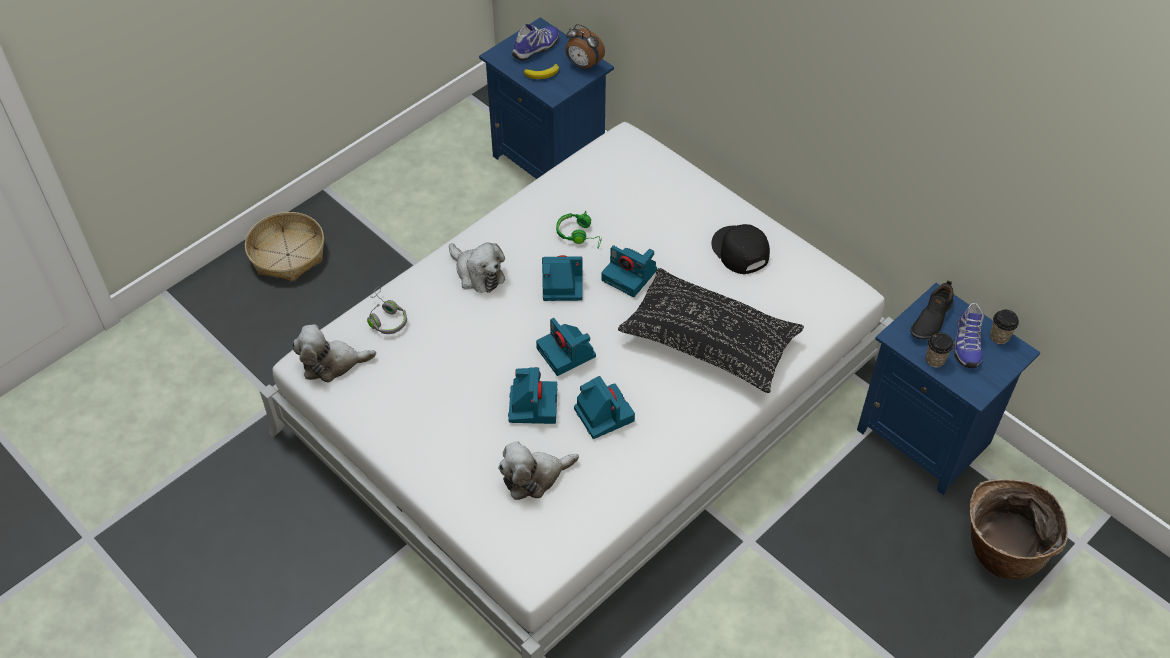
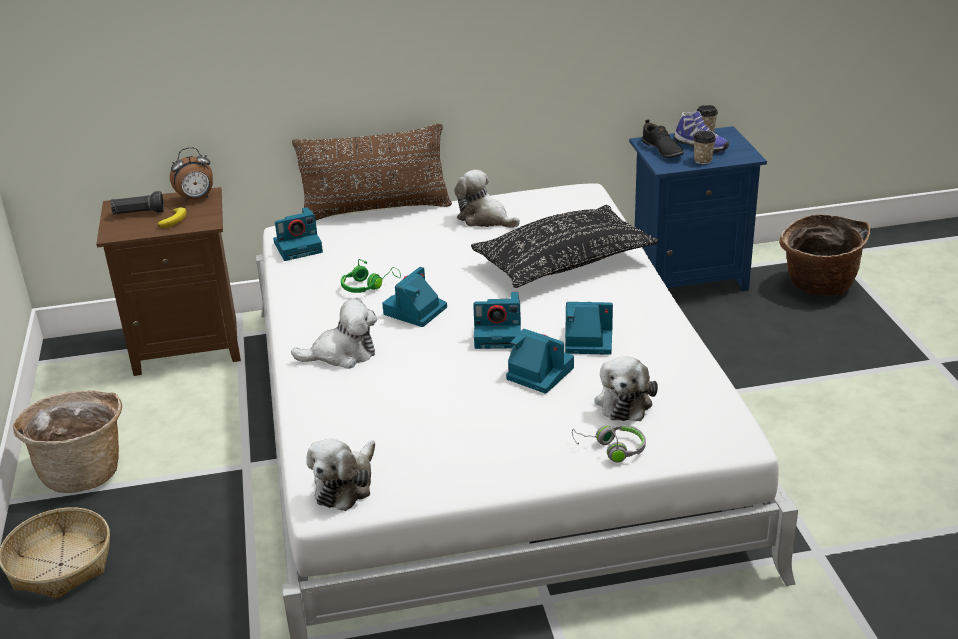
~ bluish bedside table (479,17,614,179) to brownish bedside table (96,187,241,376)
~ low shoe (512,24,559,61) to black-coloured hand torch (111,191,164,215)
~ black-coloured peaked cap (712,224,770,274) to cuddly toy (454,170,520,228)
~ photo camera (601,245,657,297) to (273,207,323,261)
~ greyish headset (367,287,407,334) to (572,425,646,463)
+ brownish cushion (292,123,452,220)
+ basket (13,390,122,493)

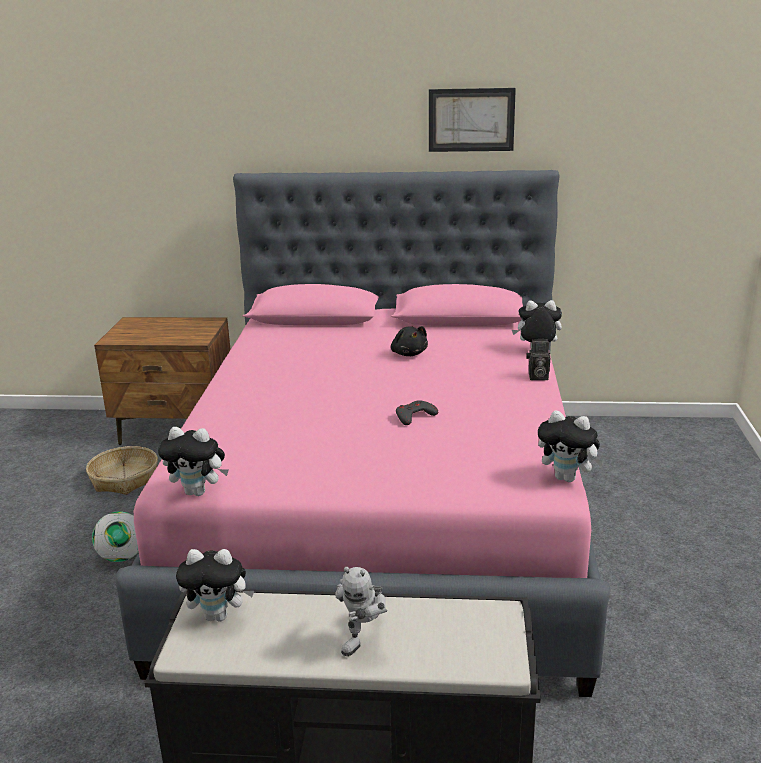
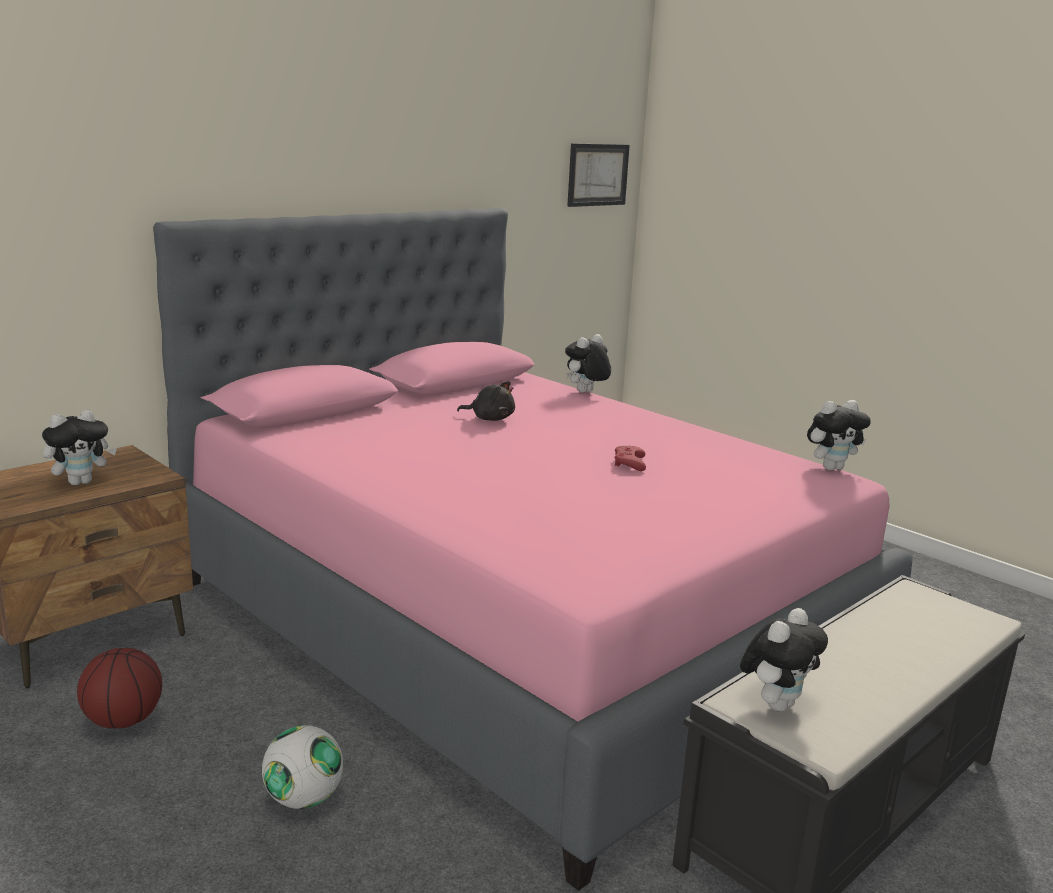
~ wall art (429,88,516,152) to (567,143,630,207)
- photo camera (526,339,550,380)
~ greyish gamepad (396,400,438,425) to red gamepad (615,446,646,471)
~ cuddly toy (158,427,228,496) to (42,410,117,485)
~ basket (86,446,158,495) to basketball (77,648,162,728)
- toy robot (335,567,387,656)

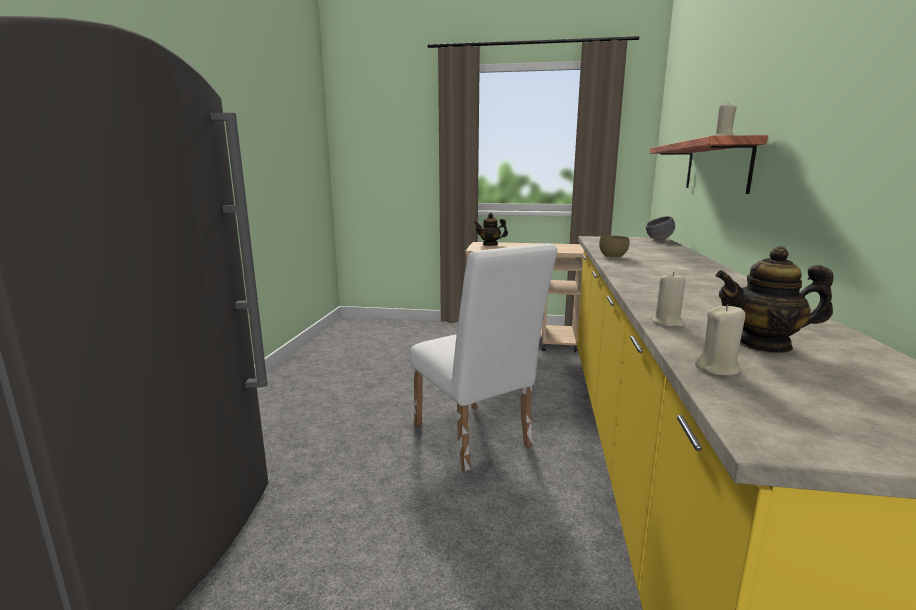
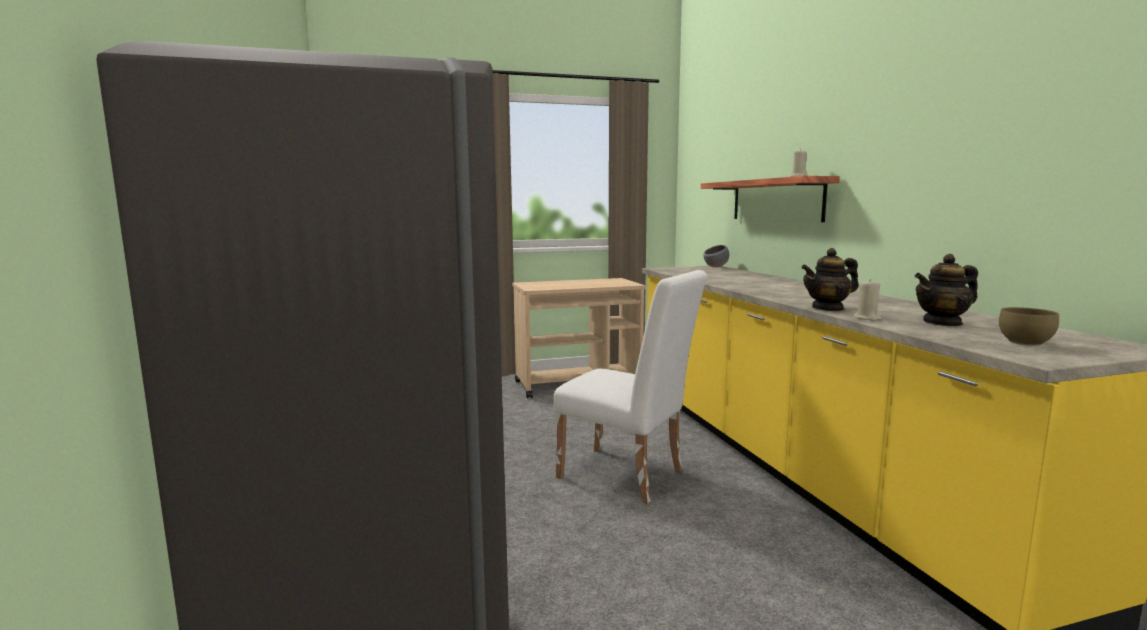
~ pot for tea (474,213,508,246) to (801,248,859,311)
~ brownish serving bowl (599,236,629,258) to (999,307,1059,346)
- beige wax candle (695,304,745,375)

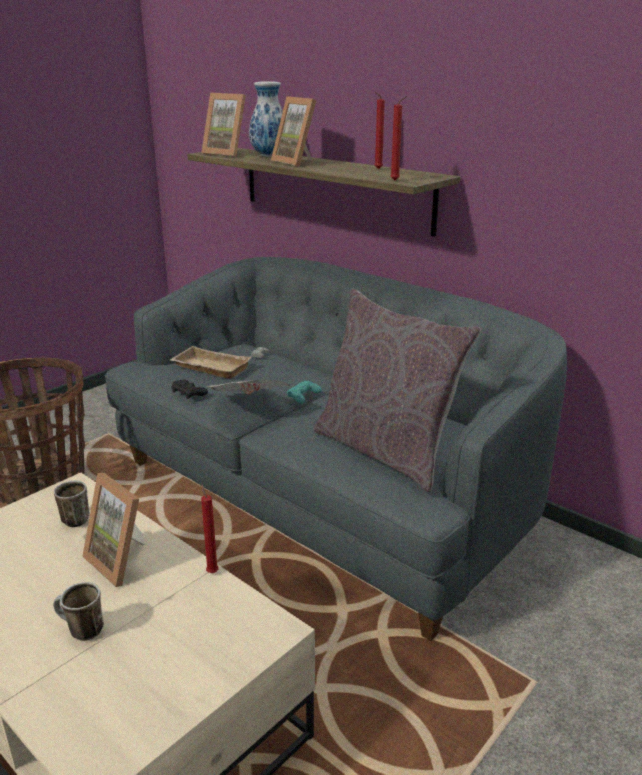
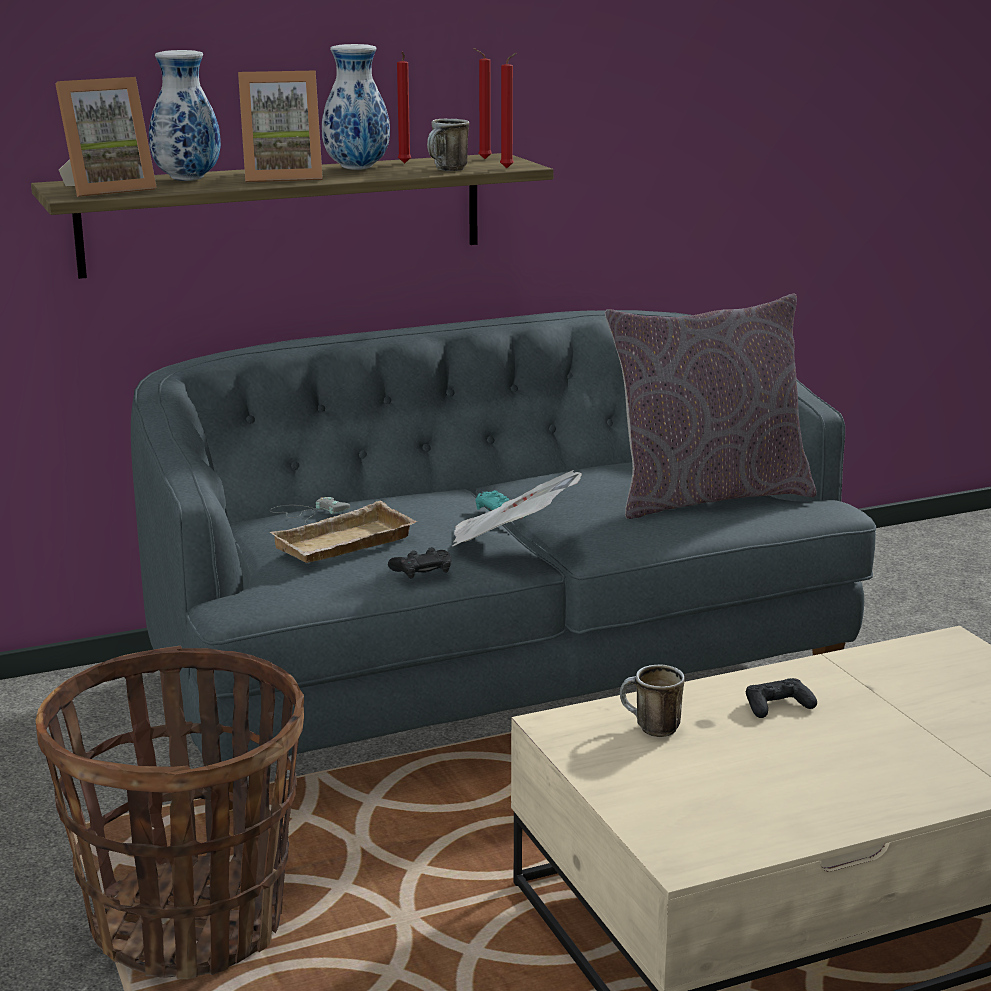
~ picture frame (82,473,145,587) to black-coloured gamepad (746,678,817,718)
~ red wax candle (201,484,219,573) to (473,48,492,159)
~ coffee mug (53,582,104,641) to (427,119,469,171)
+ flower vase (322,44,390,170)

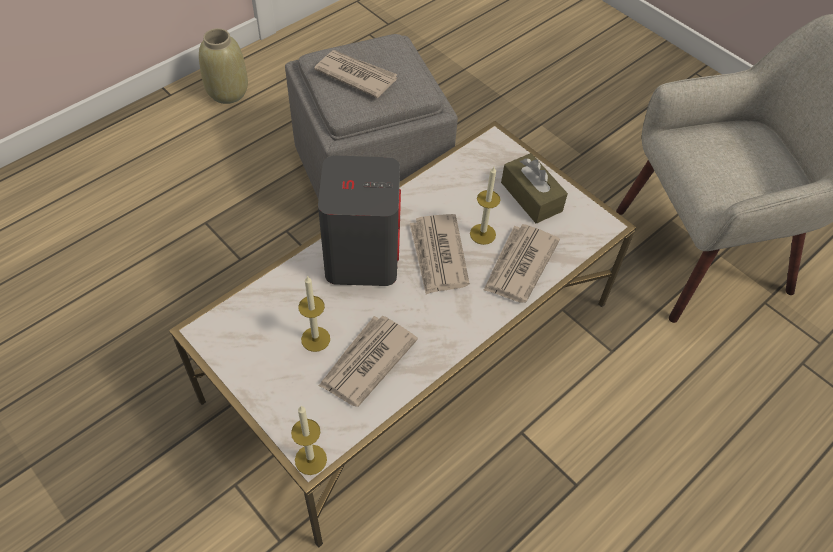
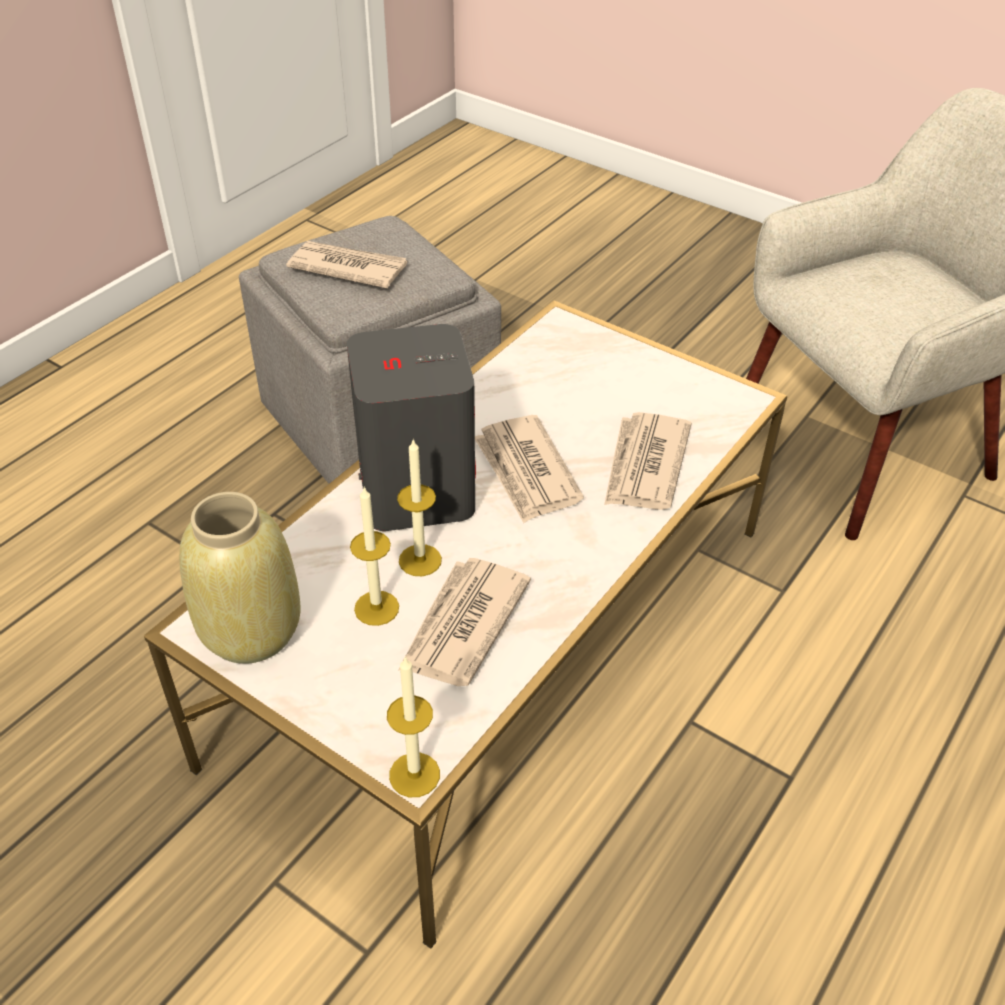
~ beige flower vase (199,28,248,104) to (179,492,301,664)
- brownish box of tissues (501,153,568,224)
~ wax candle (470,167,500,245) to (397,438,442,576)

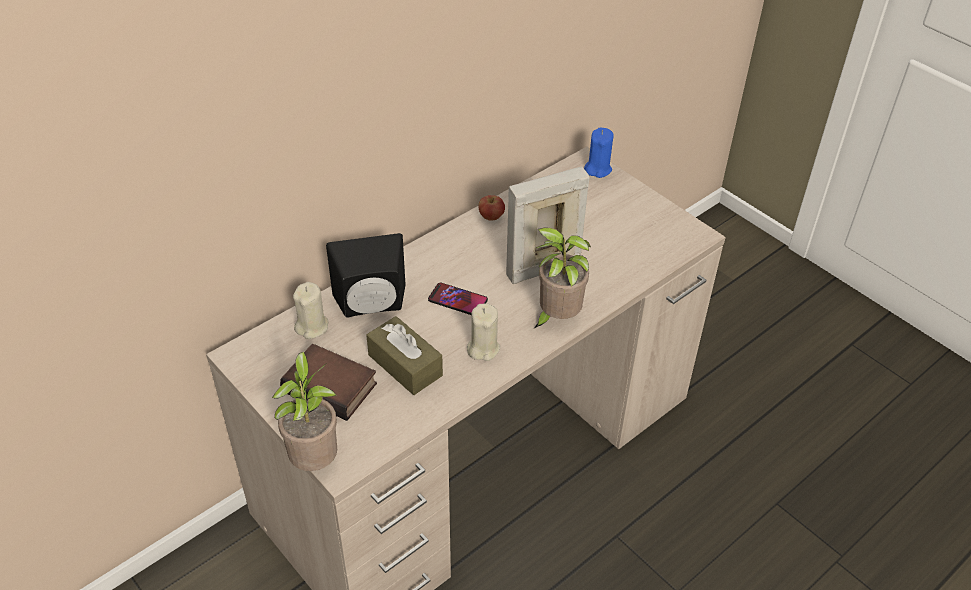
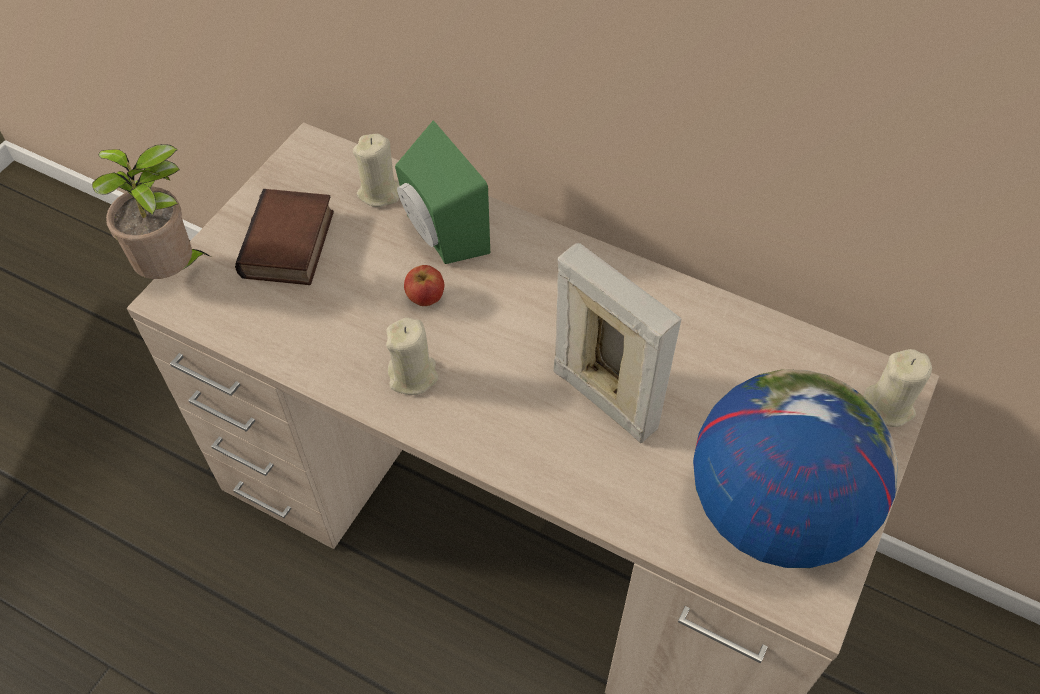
~ bluish wax candle (584,127,614,178) to beige wax candle (863,349,932,427)
~ apple fruit (478,195,505,221) to (404,265,444,306)
- plant in a pot (533,228,591,329)
~ black-coloured audio speaker (326,233,406,318) to green-coloured audio speaker (395,121,490,264)
- telephone (428,283,488,315)
- brownish box of tissues (366,316,443,395)
+ globe (693,370,898,568)

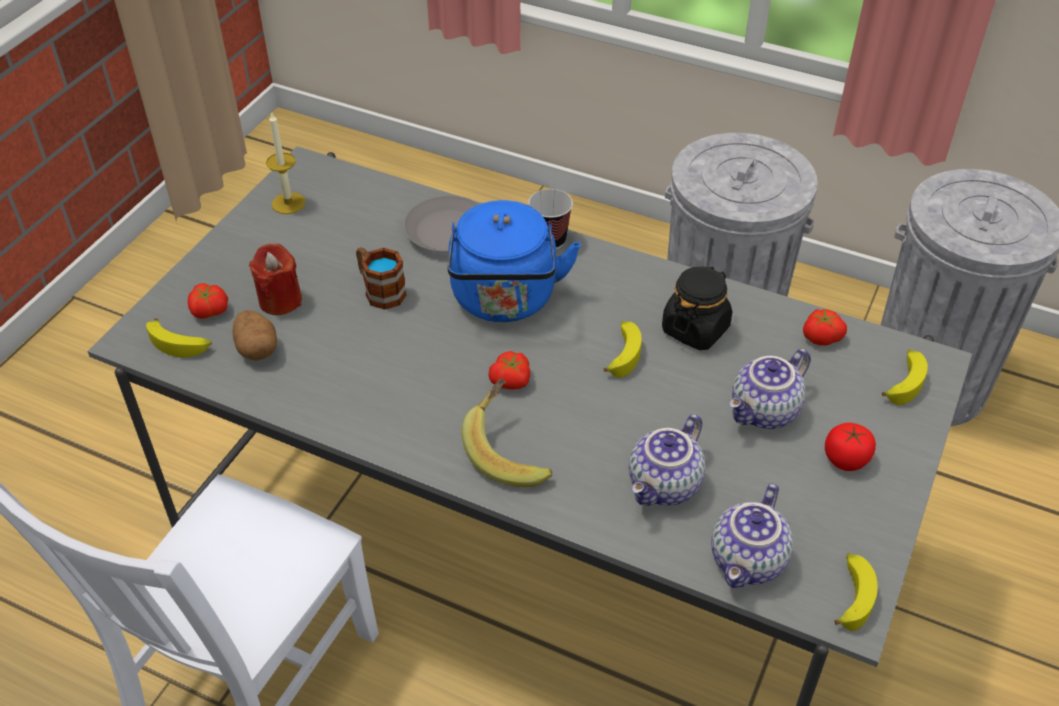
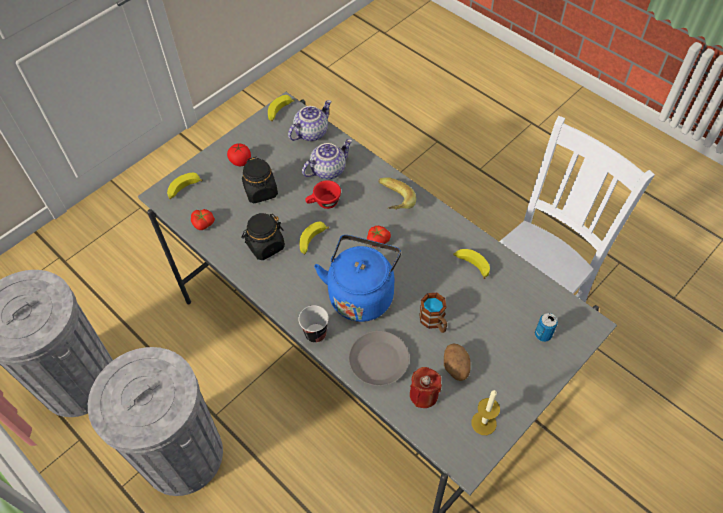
~ red wax candle (249,244,302,315) to (410,367,442,408)
~ tomato (188,283,228,319) to metal can (535,313,558,342)
~ potato (233,310,277,361) to (444,344,471,381)
~ banana fruit (146,318,212,358) to (454,249,490,279)
~ pot for tea (729,349,811,429) to black-coloured jar (242,157,278,203)
+ red small cup (305,180,341,209)

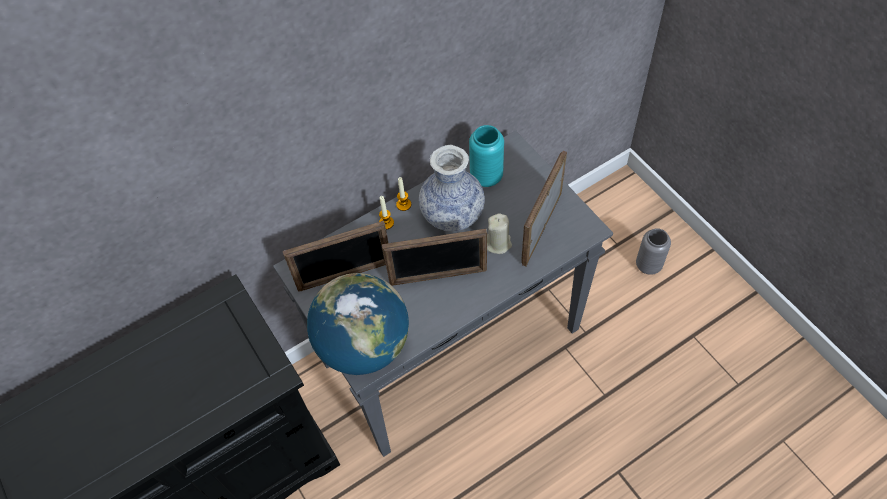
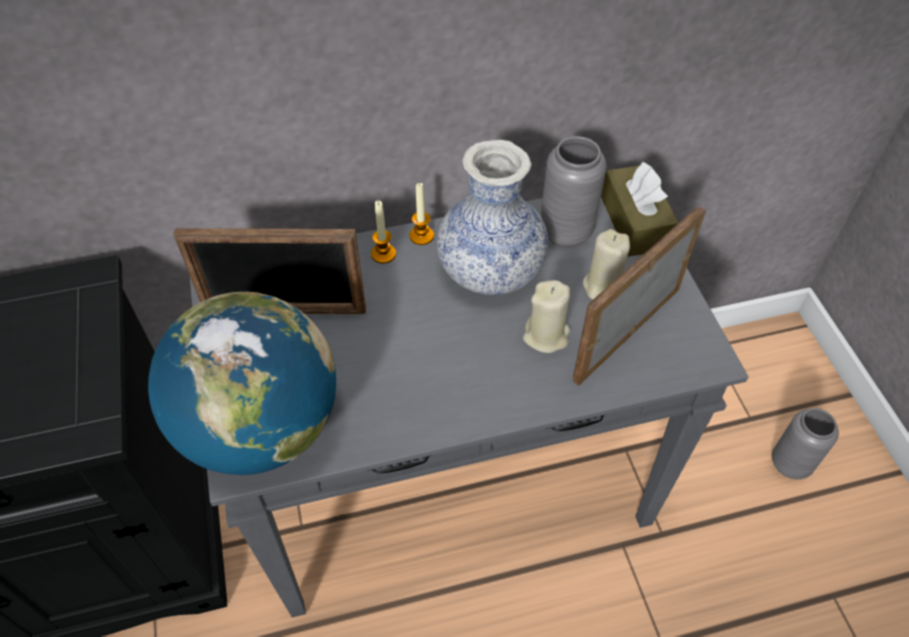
~ turquoise flower vase (469,125,504,187) to greyish flower vase (541,136,607,247)
- picture frame (382,229,487,286)
+ brownish box of tissues (601,161,678,257)
+ beige wax candle (583,229,630,300)

